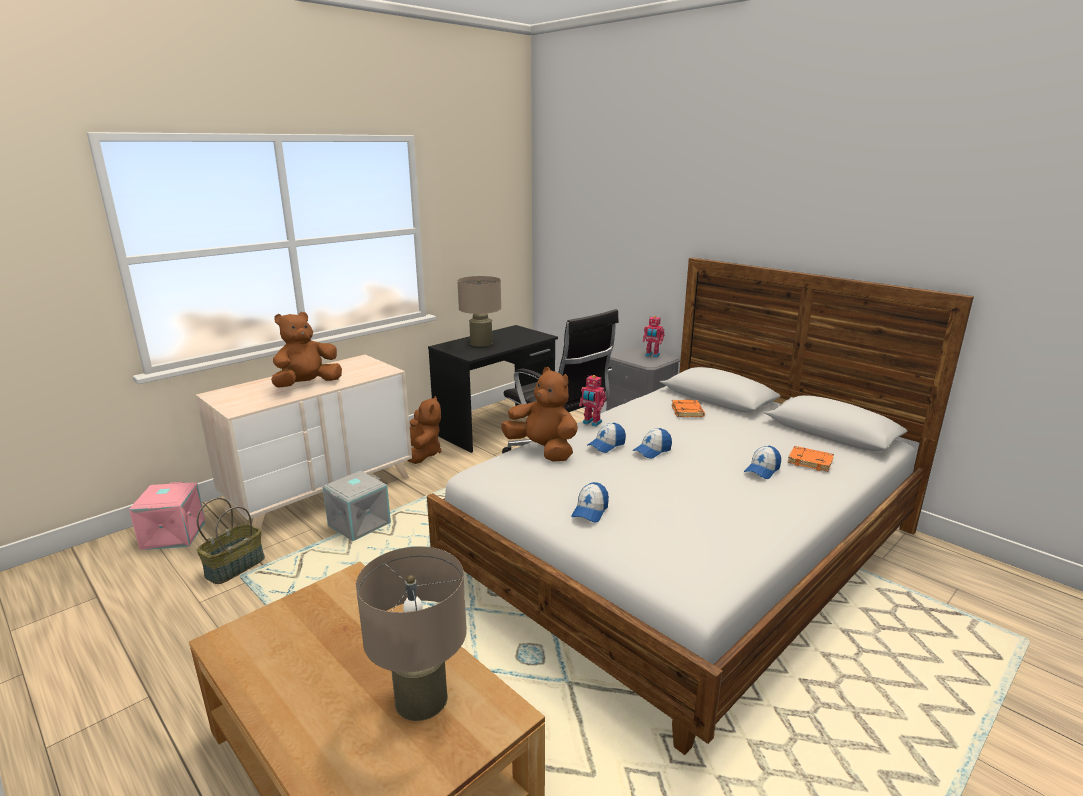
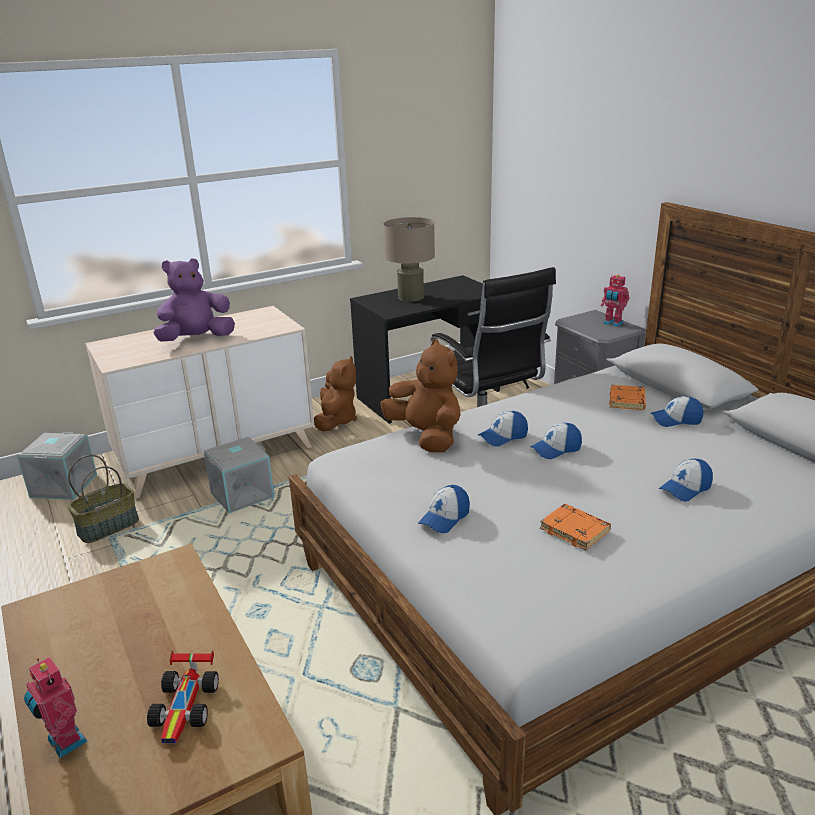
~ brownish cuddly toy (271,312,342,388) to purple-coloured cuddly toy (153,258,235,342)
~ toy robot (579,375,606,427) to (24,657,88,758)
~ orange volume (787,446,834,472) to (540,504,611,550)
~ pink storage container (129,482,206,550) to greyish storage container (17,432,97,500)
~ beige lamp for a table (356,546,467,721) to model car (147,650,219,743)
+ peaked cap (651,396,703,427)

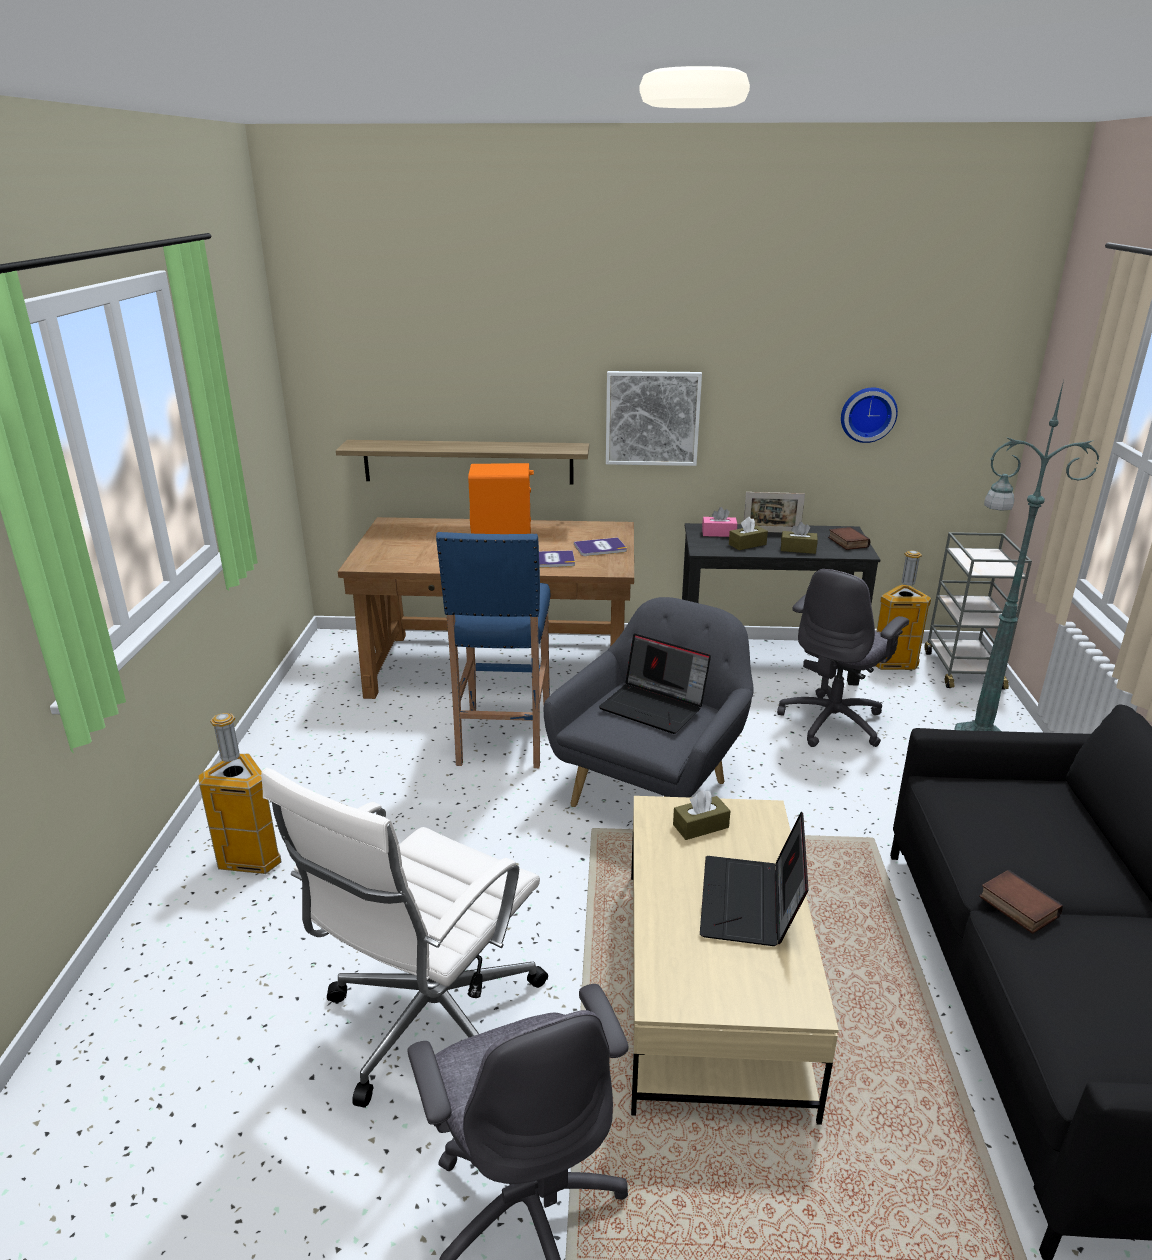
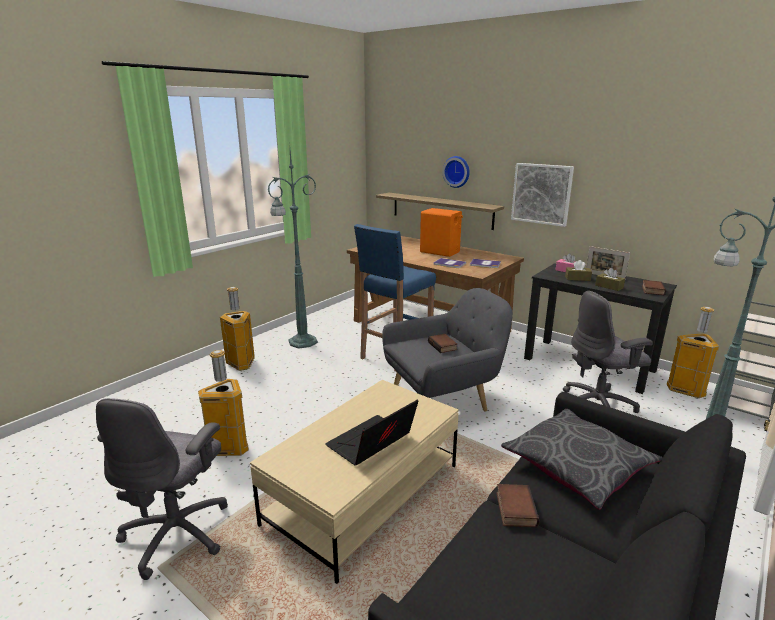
~ clock on the wall (841,388,898,443) to (443,156,470,188)
~ notebook computer (599,634,711,734) to volume (428,334,458,353)
~ white-coloured office chair (261,768,548,1108) to waste bin (198,350,249,456)
- brownish box of tissues (673,790,731,840)
+ green-coloured standing lamp (267,151,318,349)
+ greyish cushion (501,409,662,510)

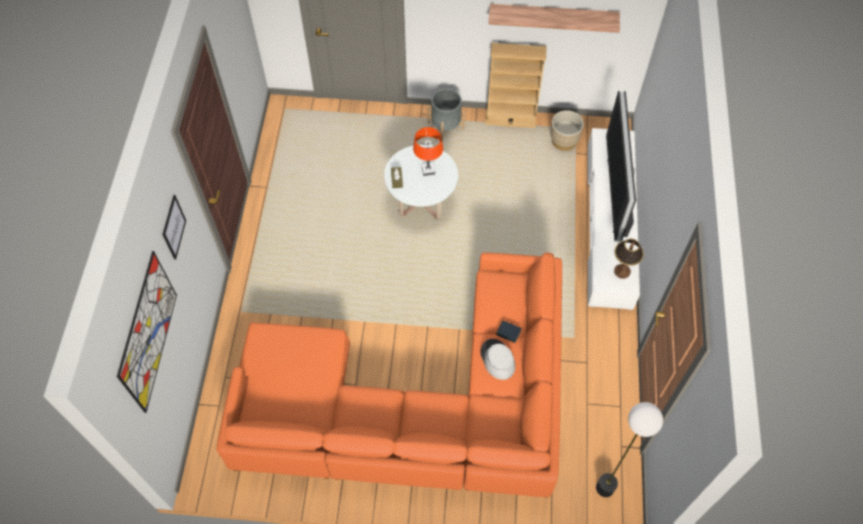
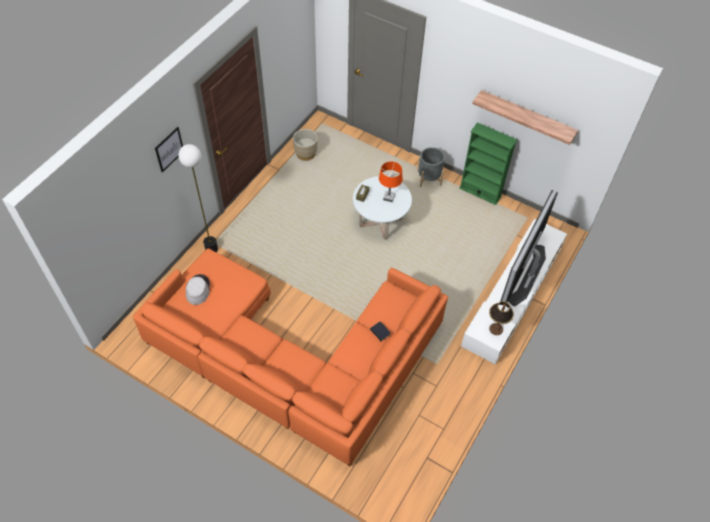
~ beige shelving unit (485,43,546,128) to green-coloured shelving unit (459,122,517,205)
~ beige plant pot (550,110,584,151) to (293,129,318,161)
- wall art (117,251,177,413)
~ greyish wearable hat (480,339,515,380) to (186,274,210,305)
~ standing lamp (596,402,663,497) to (178,144,218,252)

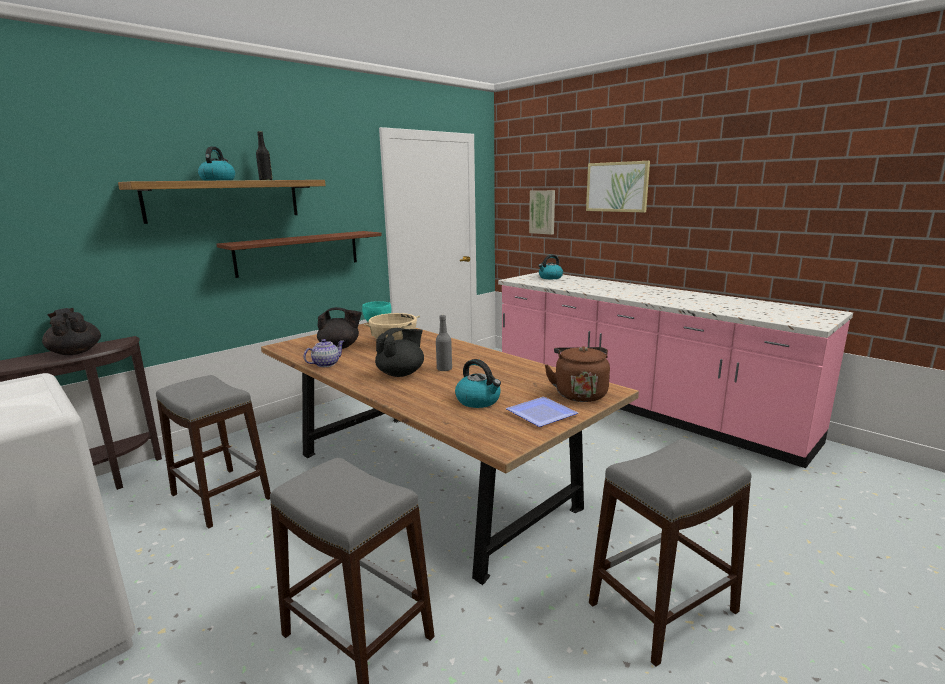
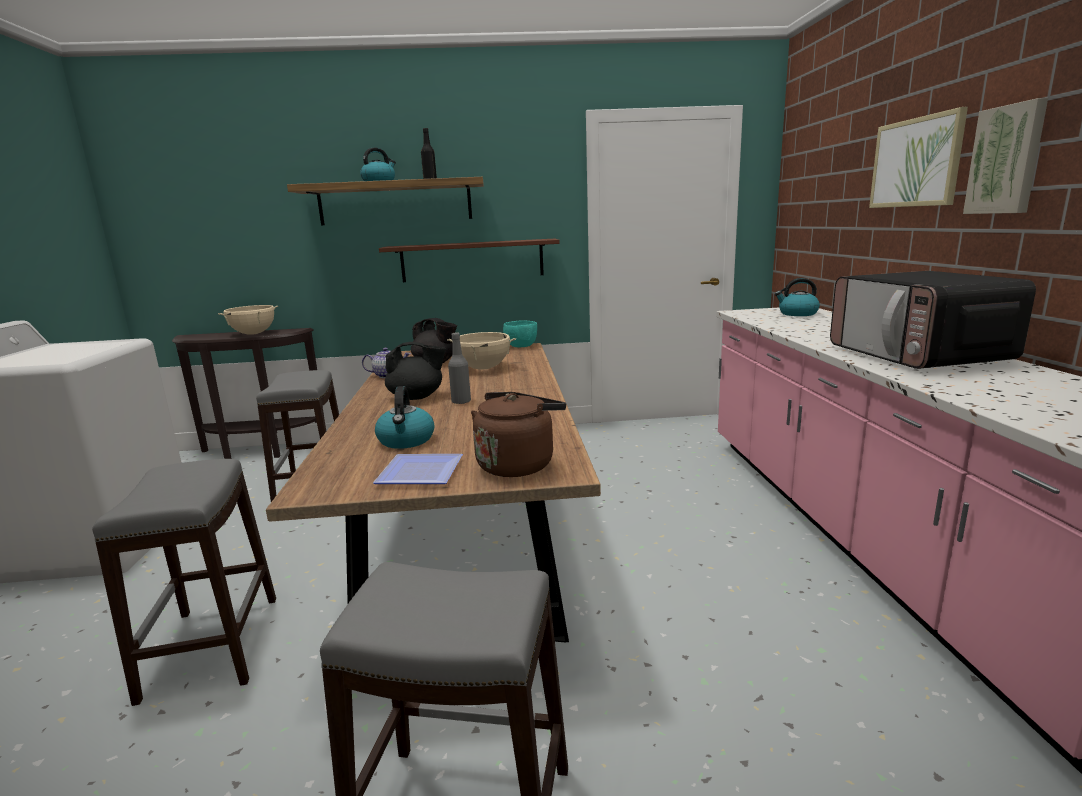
~ wall art (529,190,555,235) to (963,98,1048,214)
~ black-coloured pot for tea (42,308,101,355) to beige stockpot (218,305,278,335)
+ microwave oven (830,271,1036,369)

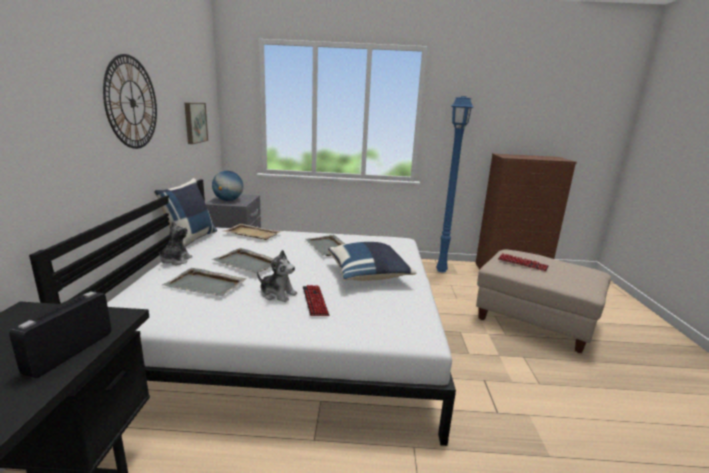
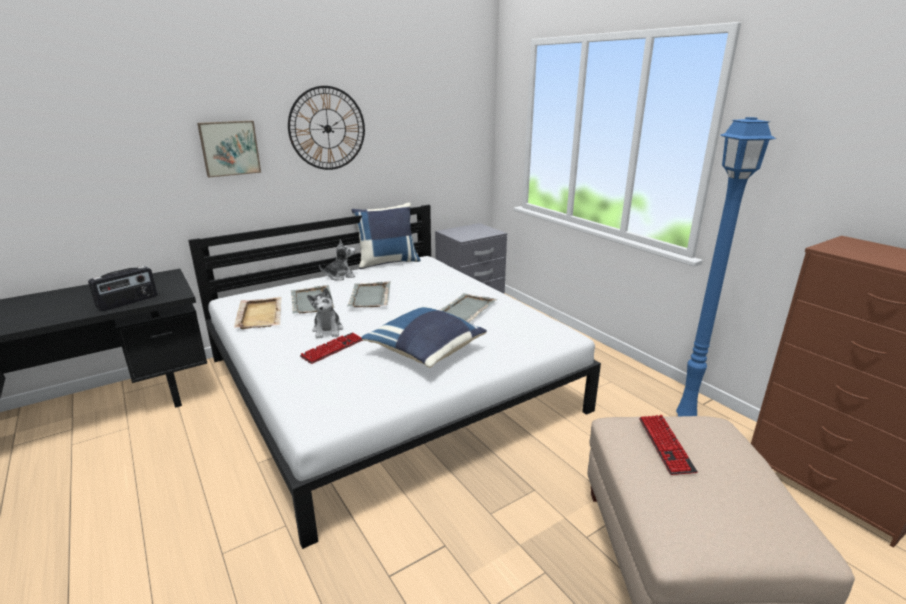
~ wall art (184,103,208,144) to (197,121,261,177)
- globe (212,171,243,201)
~ beige carrying tray (224,224,282,240) to (234,297,281,329)
~ radio (9,291,111,378) = (88,266,157,311) 150 degrees clockwise

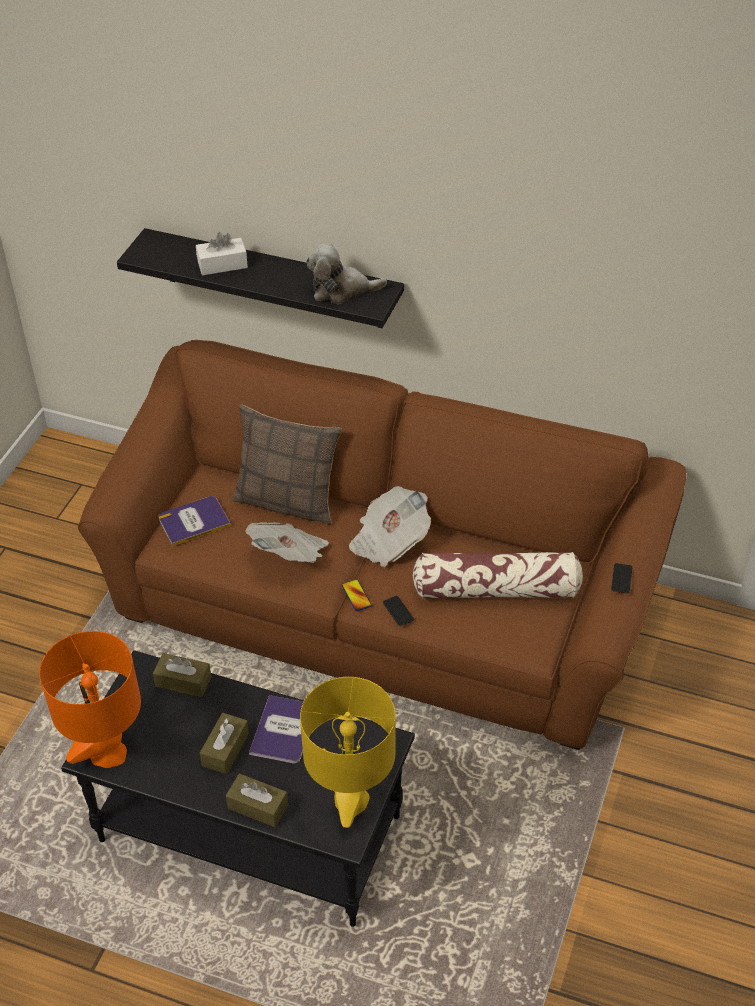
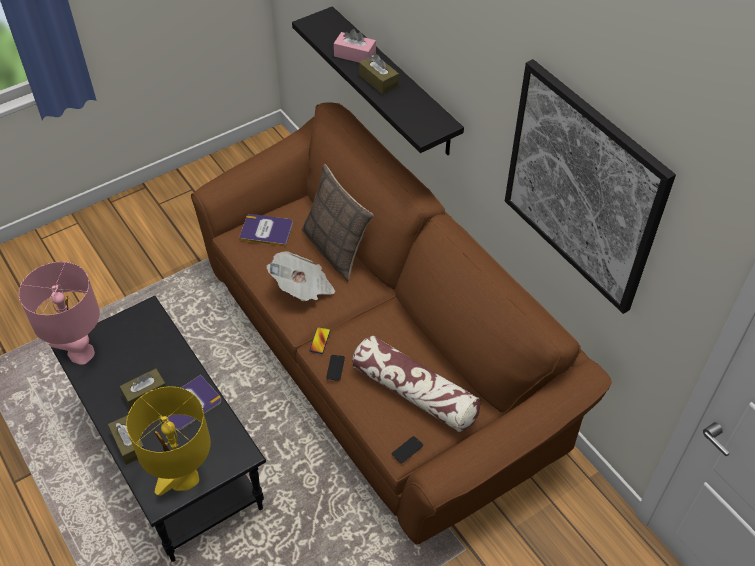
~ white-coloured box of tissues (196,232,248,275) to pink box of tissues (334,29,376,63)
- cuddly toy (306,243,387,304)
- newspaper (349,486,431,567)
~ telephone (611,563,632,593) to (392,436,423,464)
~ orange lamp for a table (39,631,141,768) to pink lamp for a table (19,262,100,365)
~ brownish box of tissues (153,653,211,697) to (359,54,399,95)
+ wall art (505,59,676,314)

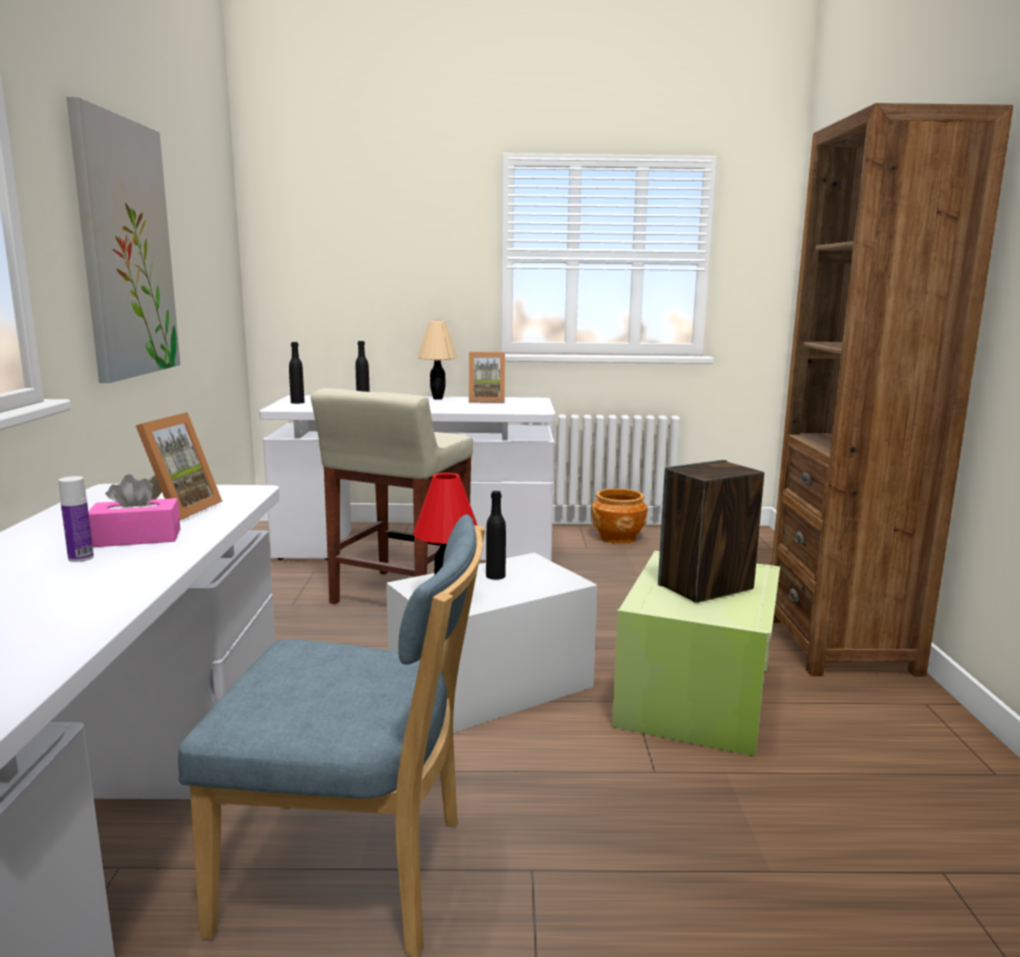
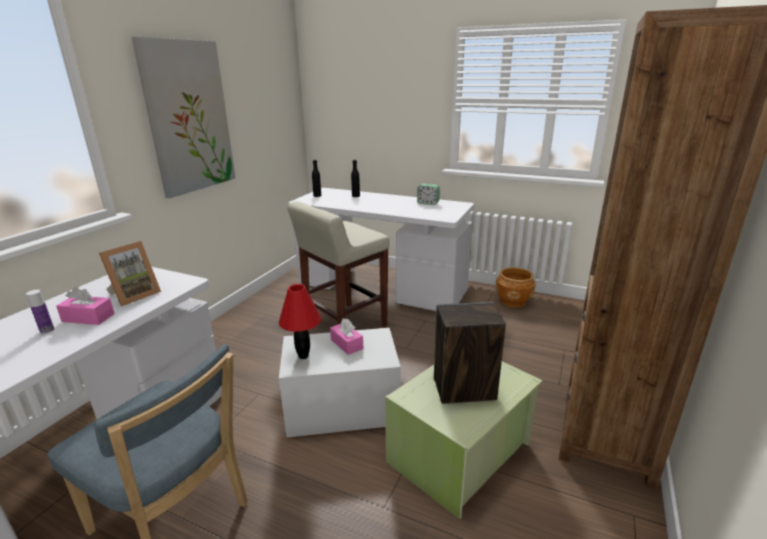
- beige lamp for a table (417,321,458,400)
~ picture frame (469,352,505,403) to alarm clock (417,184,440,205)
~ black-coloured beverage bottle (486,491,506,580) to pink box of tissues (330,318,363,355)

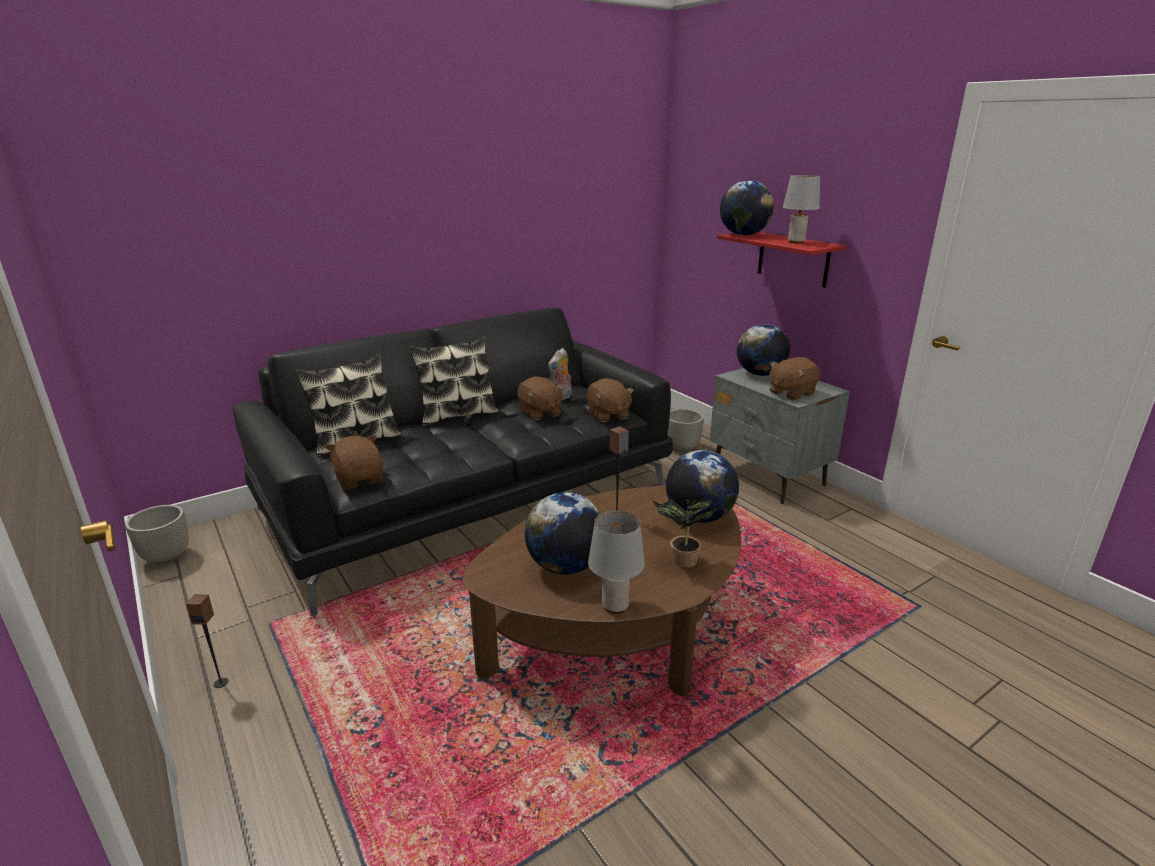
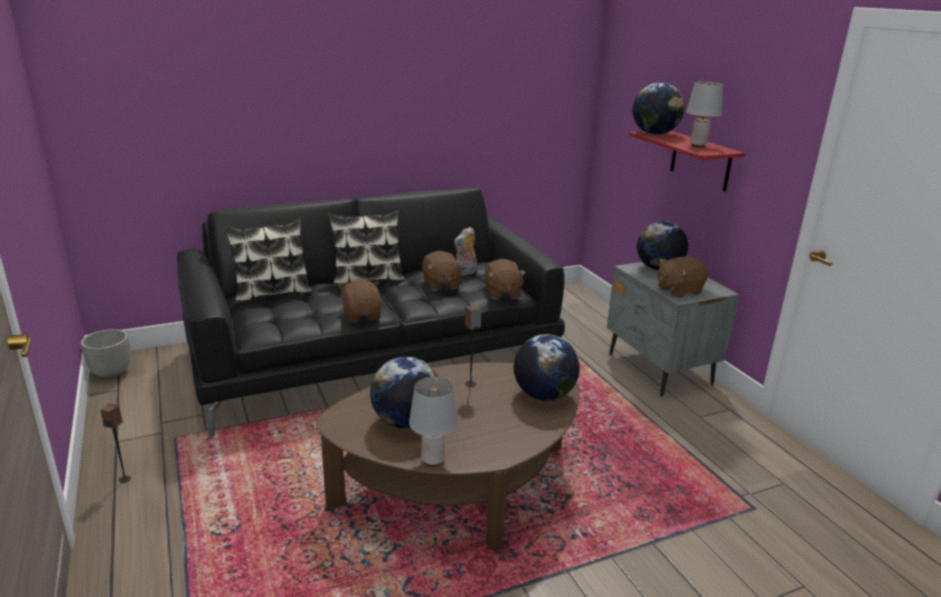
- greyish plant pot (668,409,704,452)
~ brownish cuddly toy (325,435,383,490) to (338,279,382,323)
- plant in a pot (652,494,719,568)

